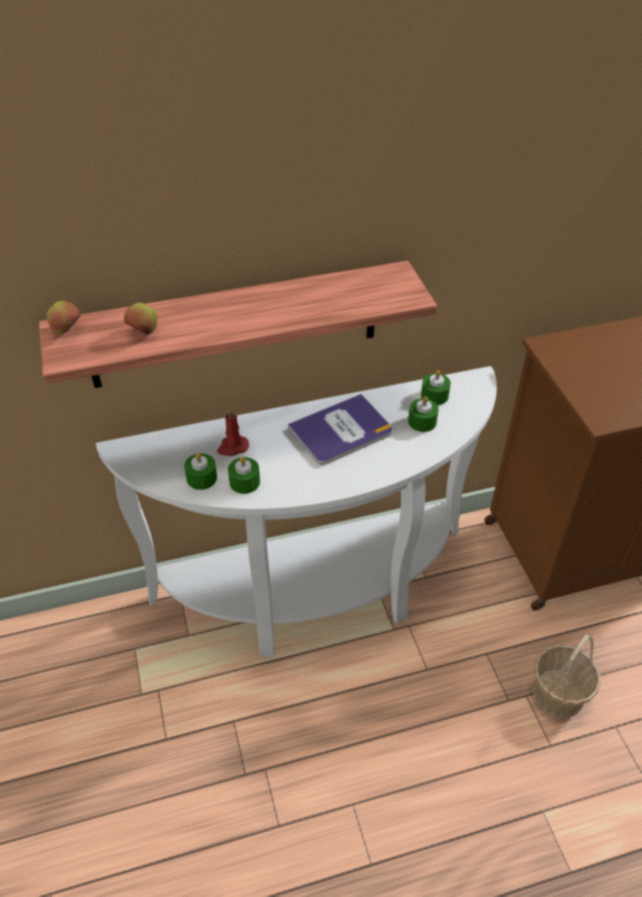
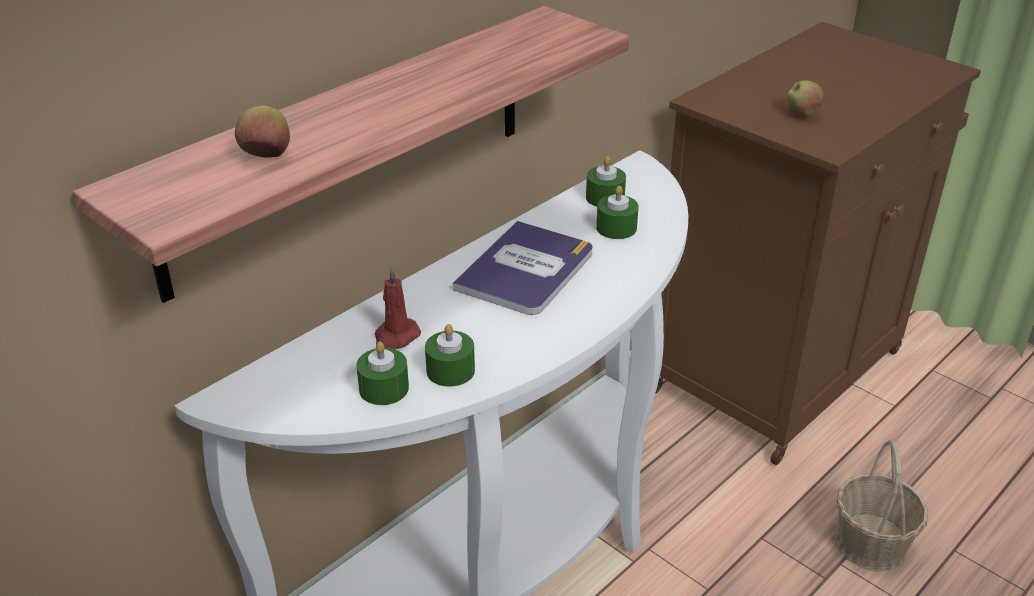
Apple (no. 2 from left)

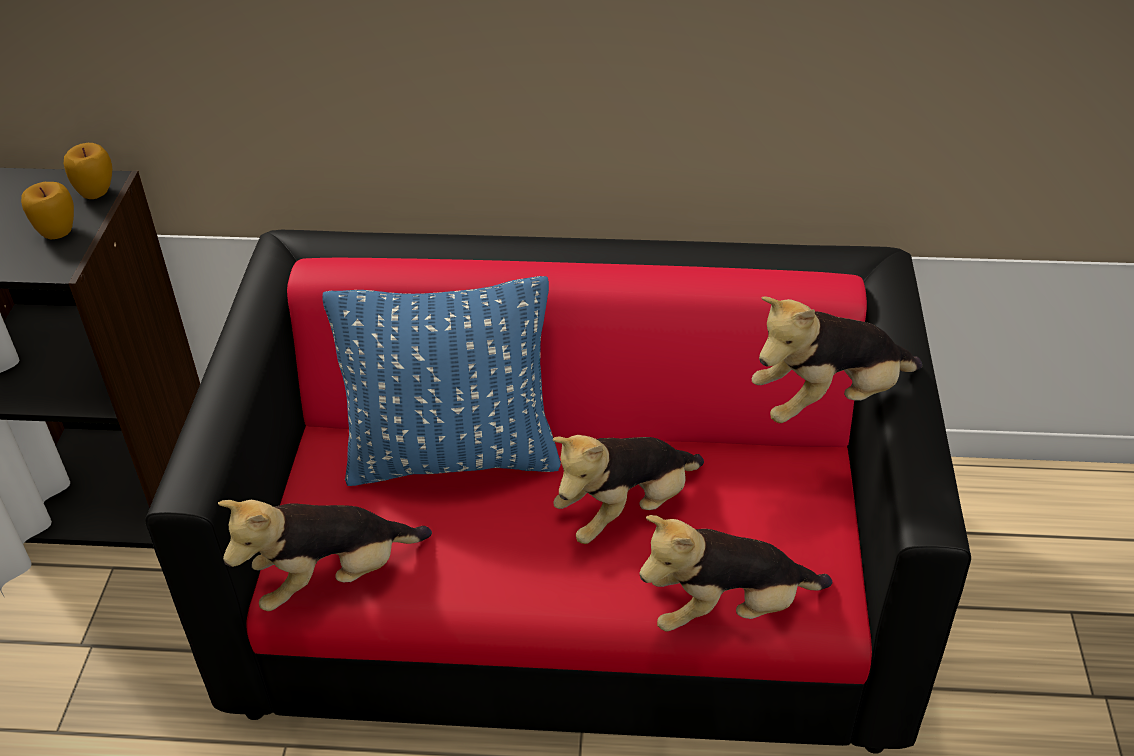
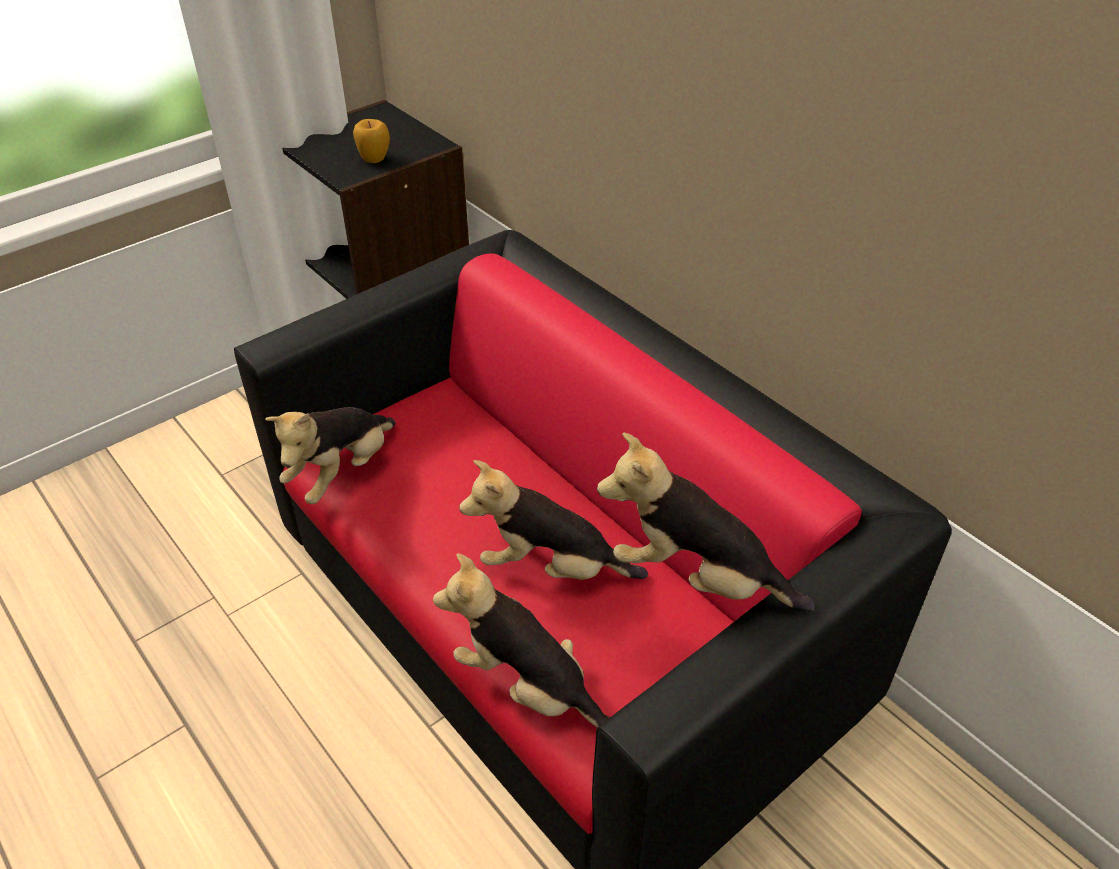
Apple (no. 2 from left in the first image)
BluishPillow
SoftToy (no. 1 from left)

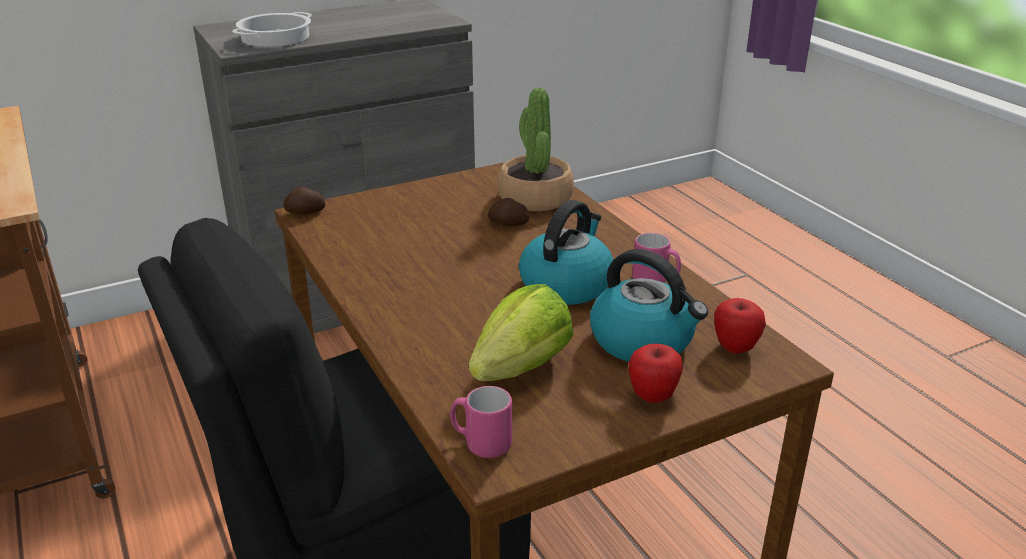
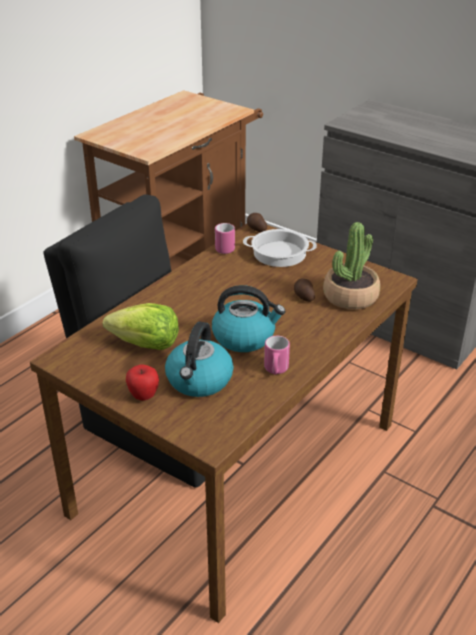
Apple (no. 2 from left in the first image)
Saucepot
PinkTeaMug (no. 1 from left)

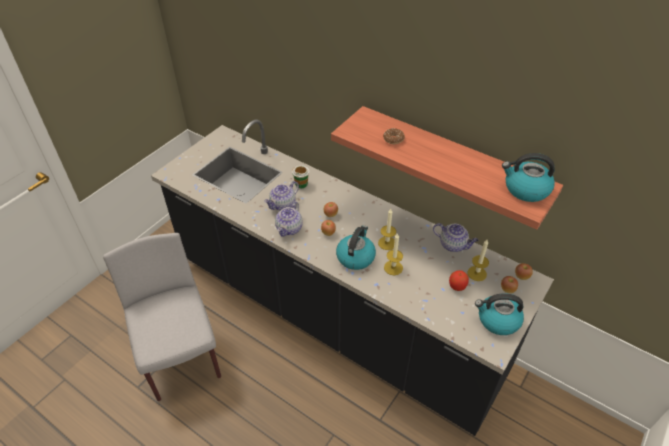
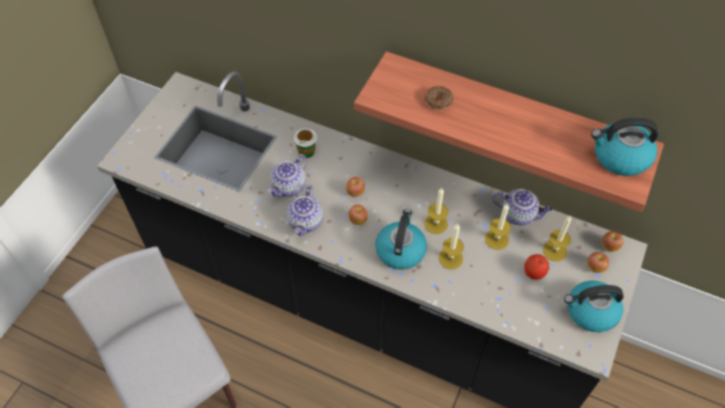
Candle (no. 3 from left)

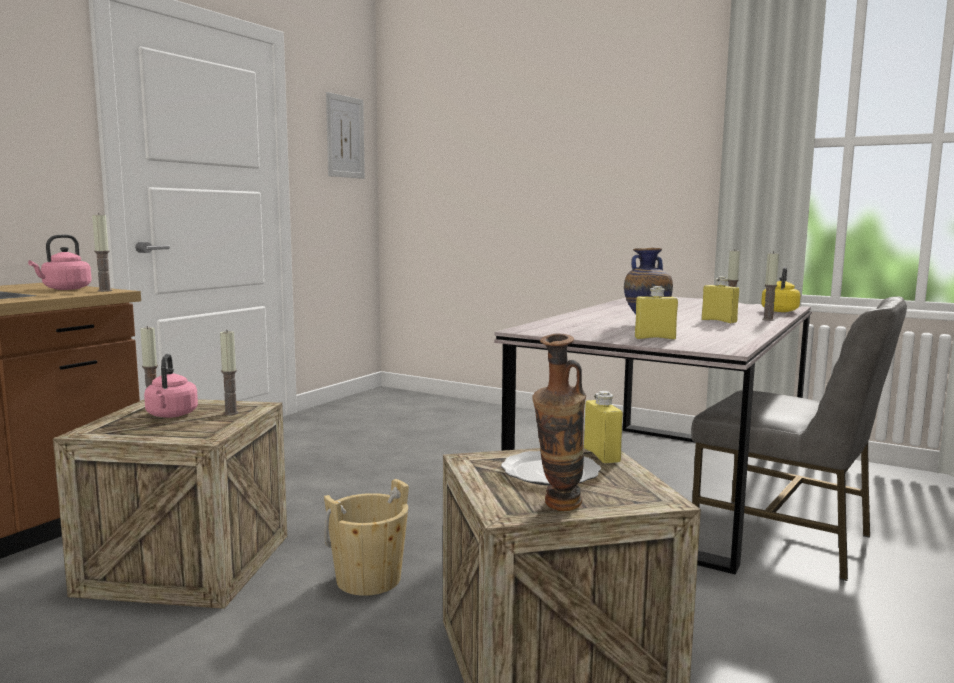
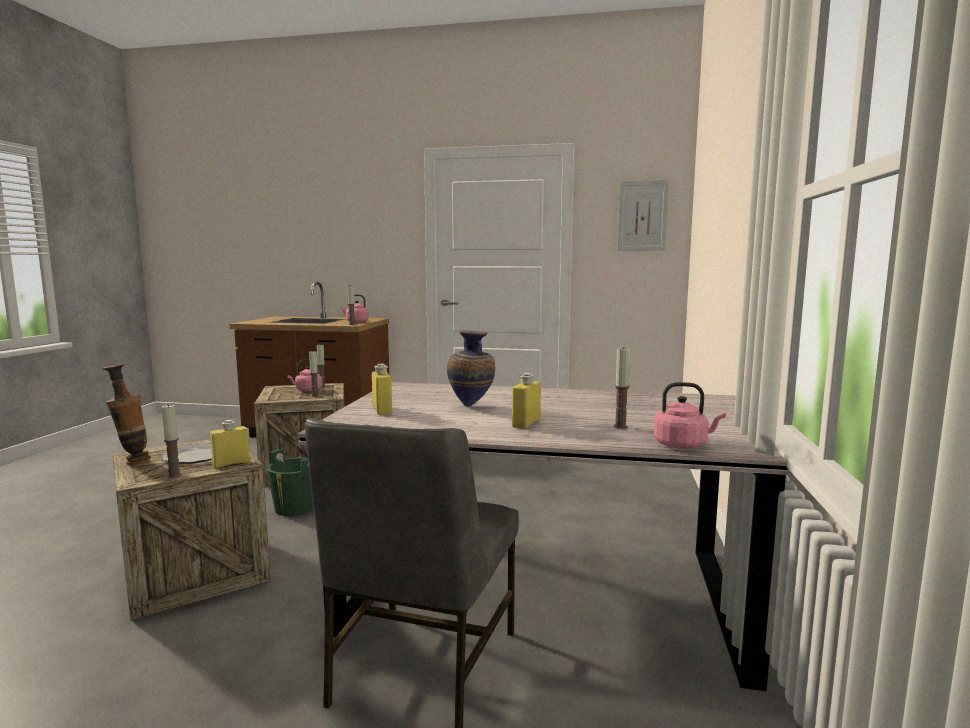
Candle (no. 1 from left)
GreenishWaterBucket
PinkWaterKettle (no. 3 from left)

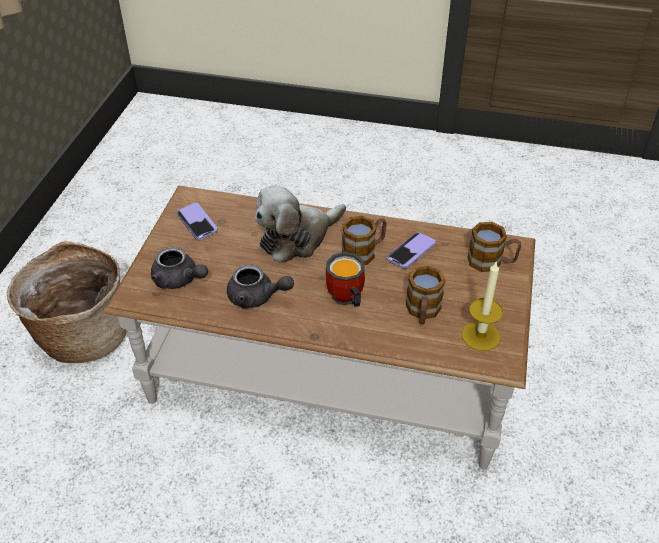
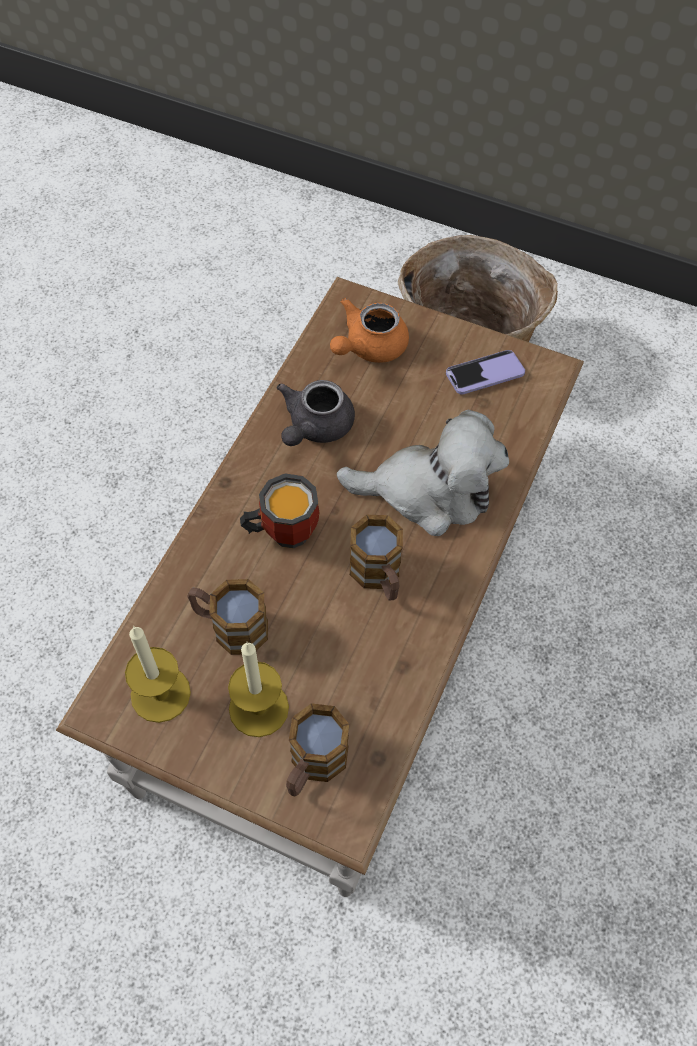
Handset (no. 2 from left in the first image)
Candle (no. 2 from left)
OrangeColouredPotForTea
SoftToy

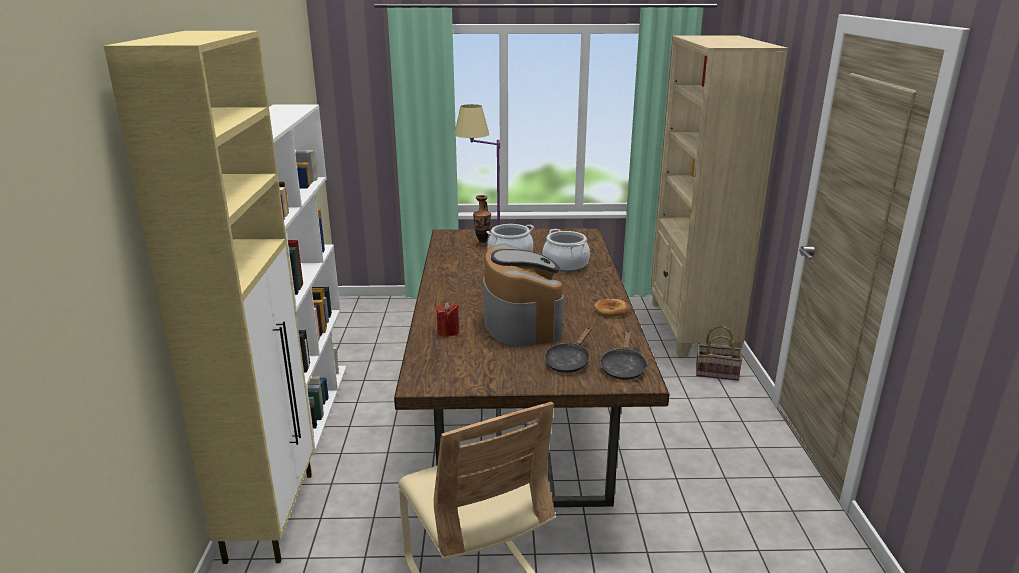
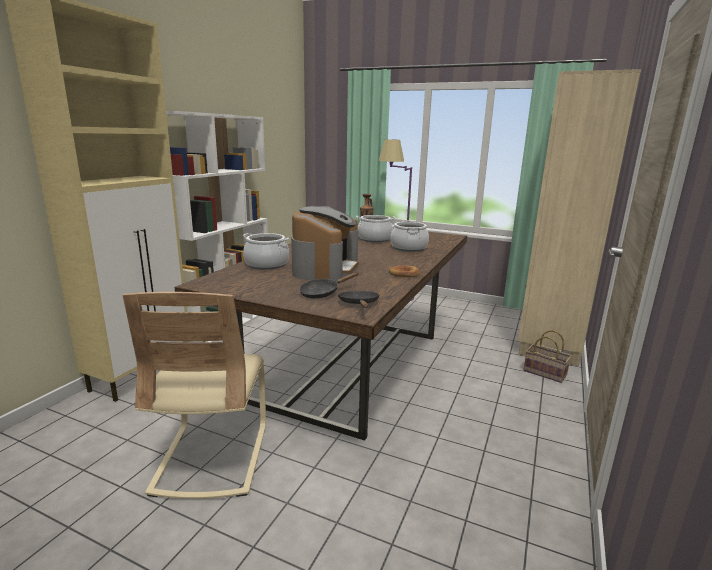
Saucepot (no. 1 from left)
BlackPan (no. 2 from left)

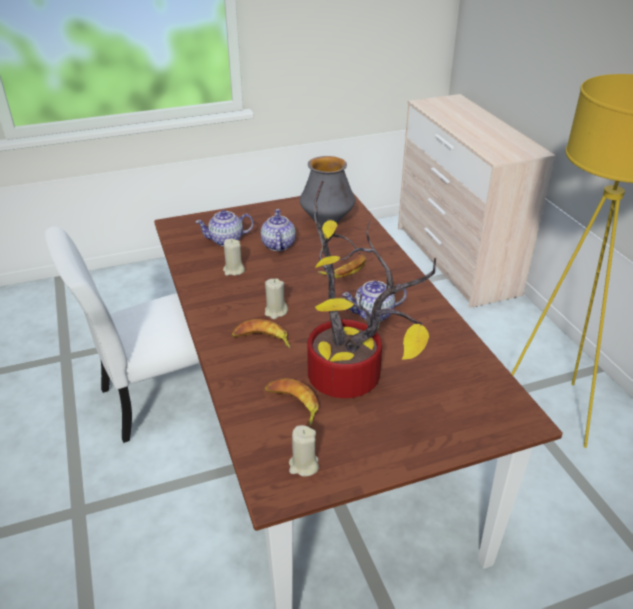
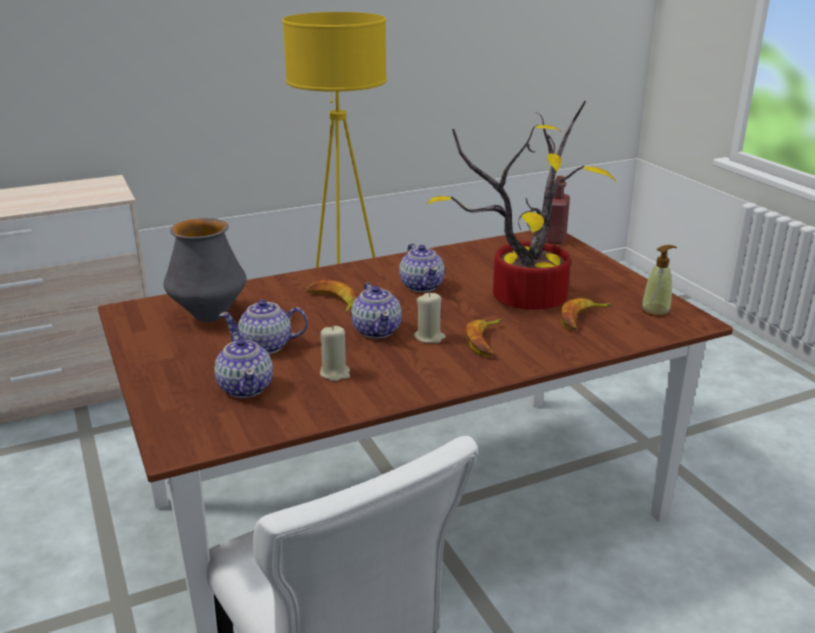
PotForTea (no. 3 from left)
ReddishDrinkBottle
SoapBottle

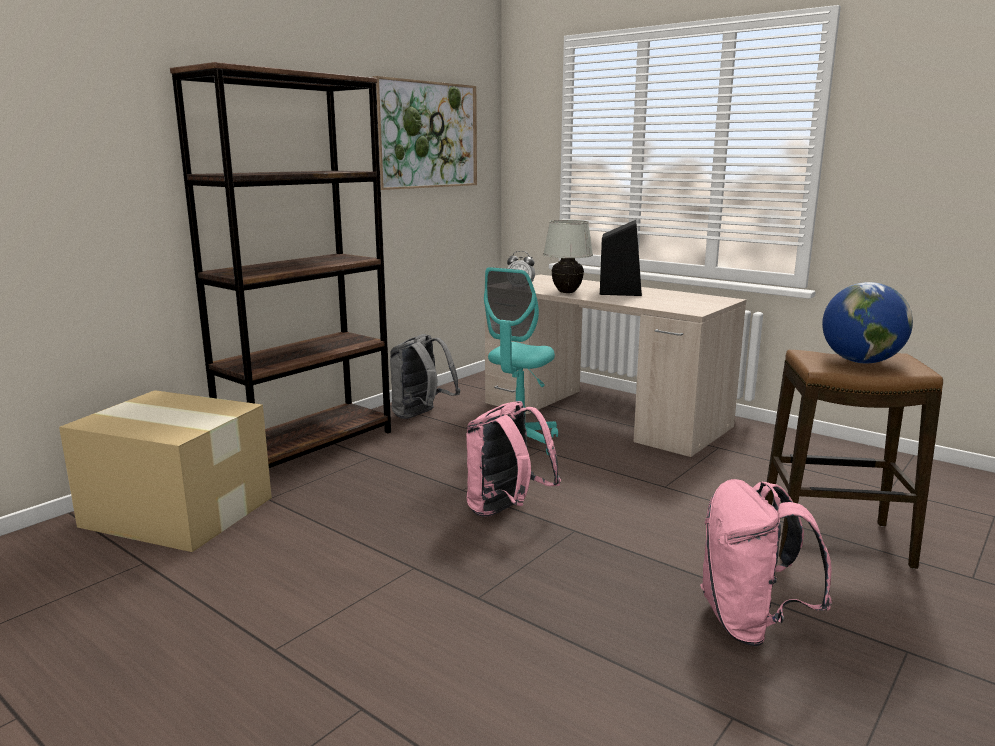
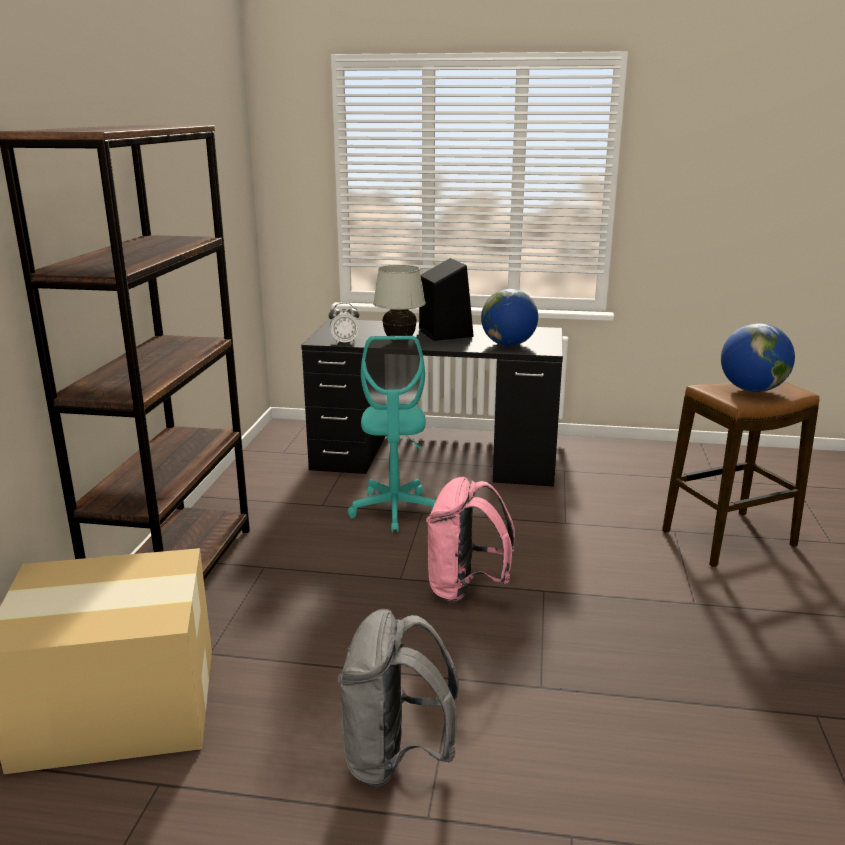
WallArt
PinkRucksack (no. 2 from left in the first image)
WorldGlobe (no. 1 from left)
GreyishRucksack
BlackDeskTable

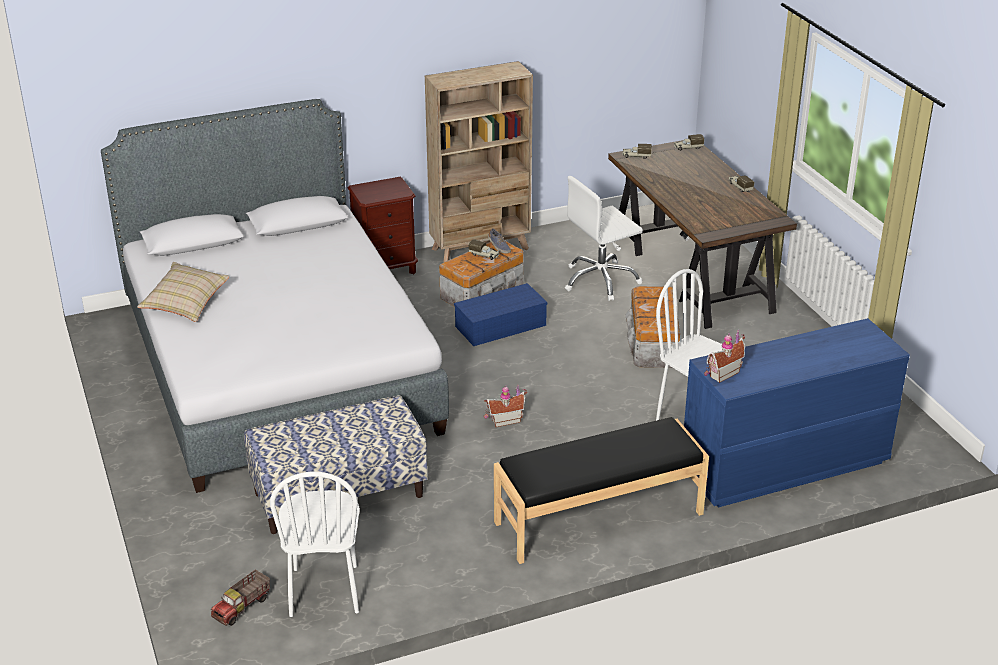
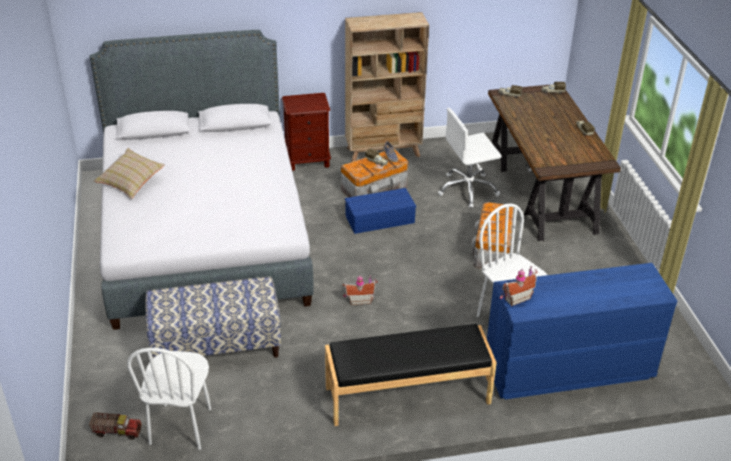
ToyTruck (no. 1 from left)

